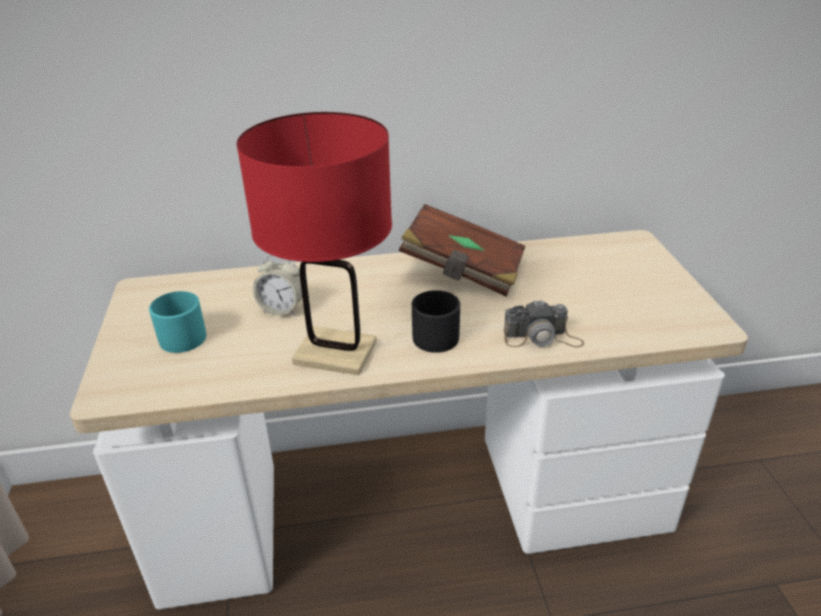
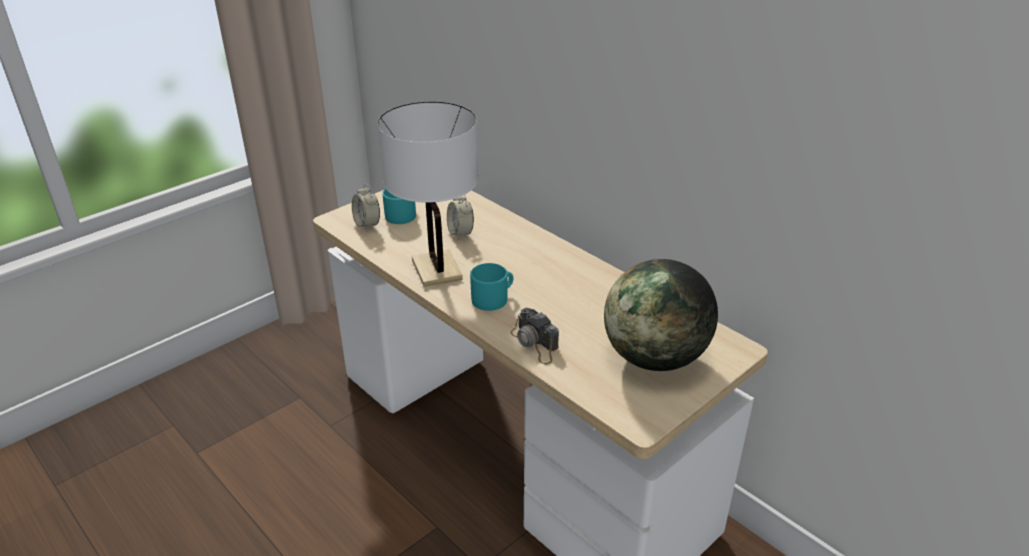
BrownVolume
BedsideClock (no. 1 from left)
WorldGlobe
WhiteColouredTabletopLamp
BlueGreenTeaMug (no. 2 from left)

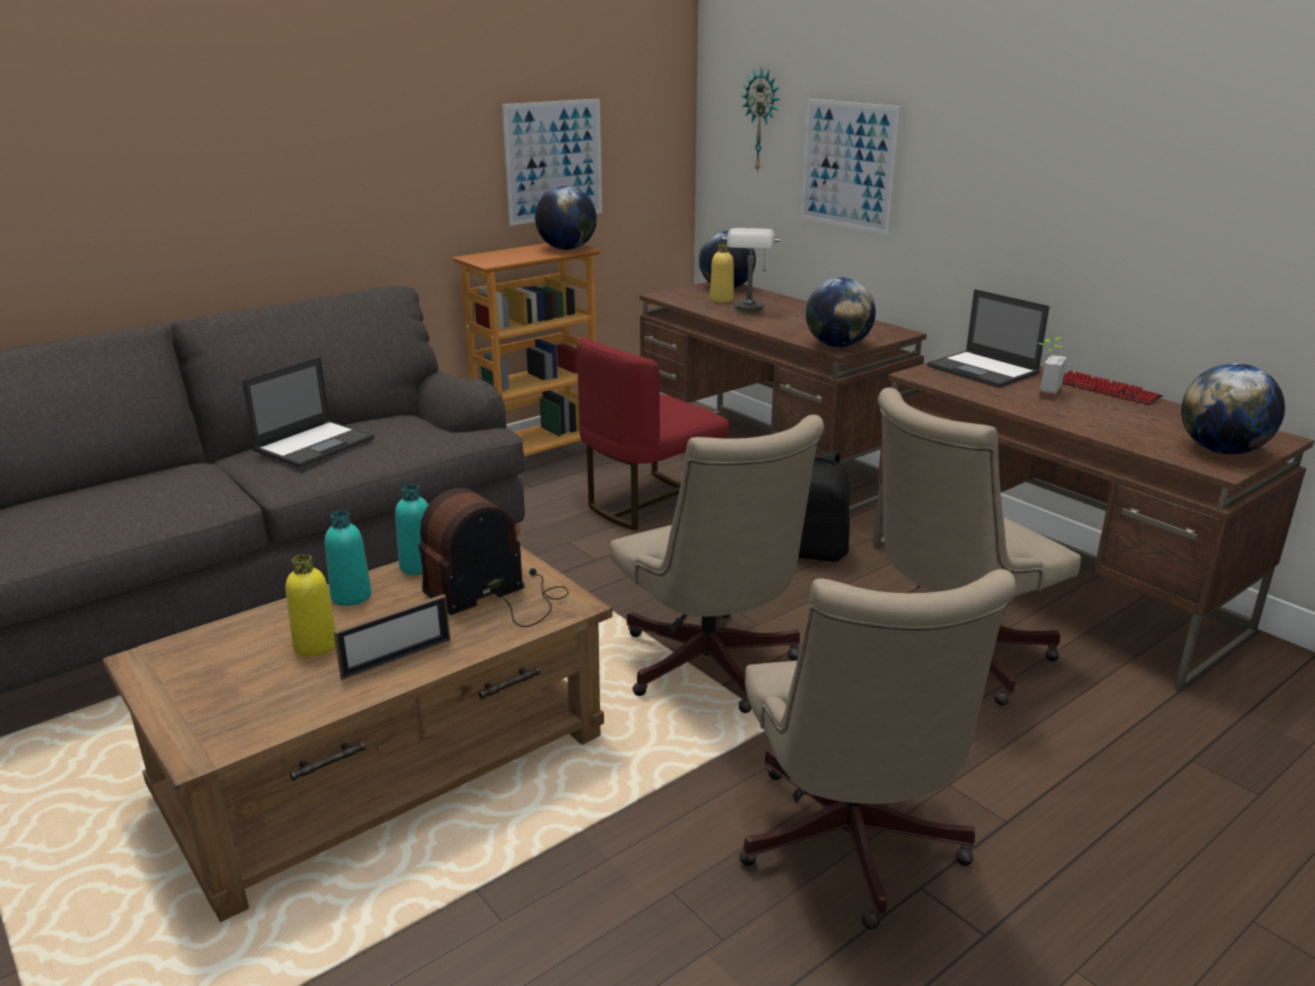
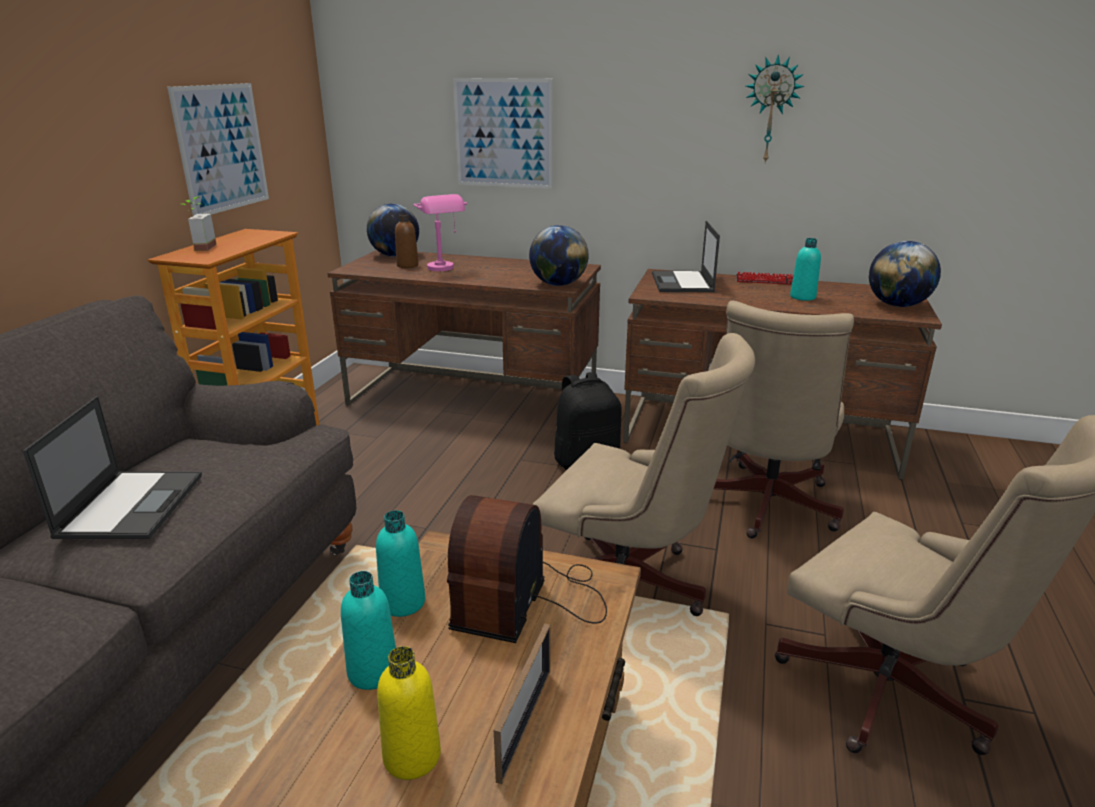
WorldGlobe (no. 1 from left in the first image)
ReddishUprightChair
BlueGreenDrinkBottle (no. 3 from left)
WallClock
Houseplant
BrownDrinkBottle
PinkTabletopLamp
PortableComputer (no. 2 from left)

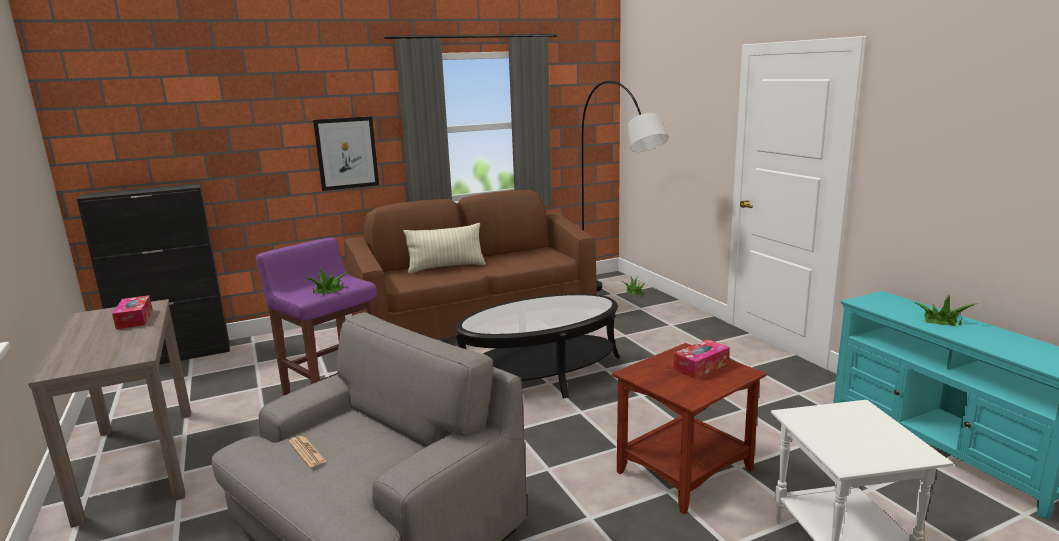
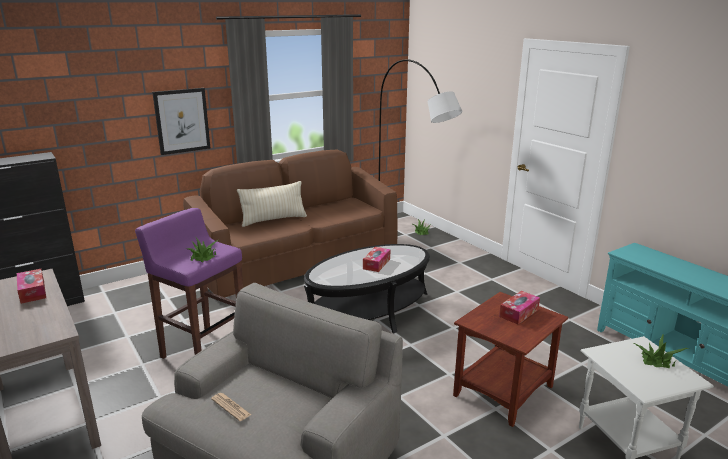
BoxOfTissues (no. 2 from left)
Houseplant (no. 3 from left)

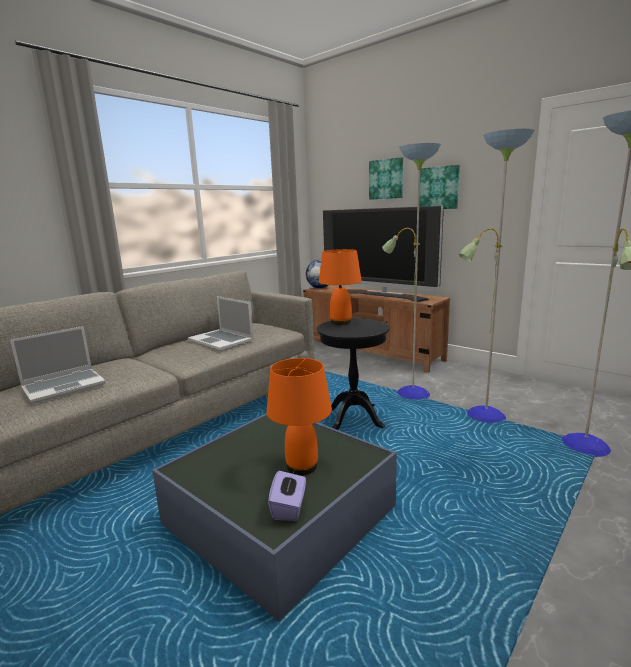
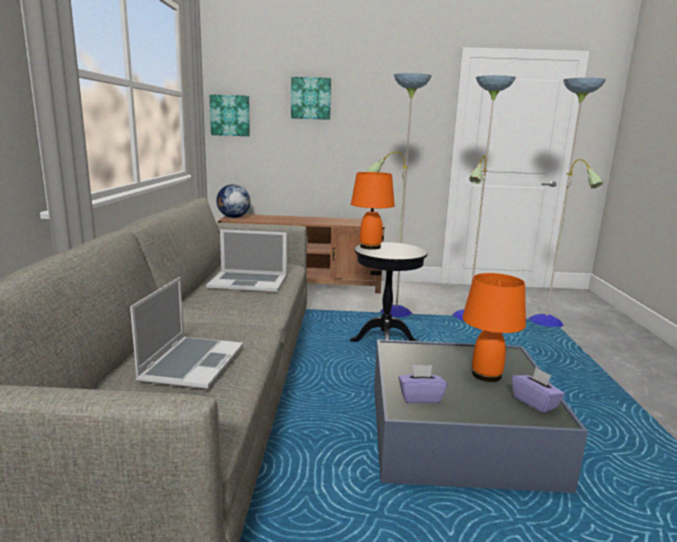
TvSet
PurpleColouredBoxOfTissues (no. 1 from left)
WallArt (no. 1 from left)

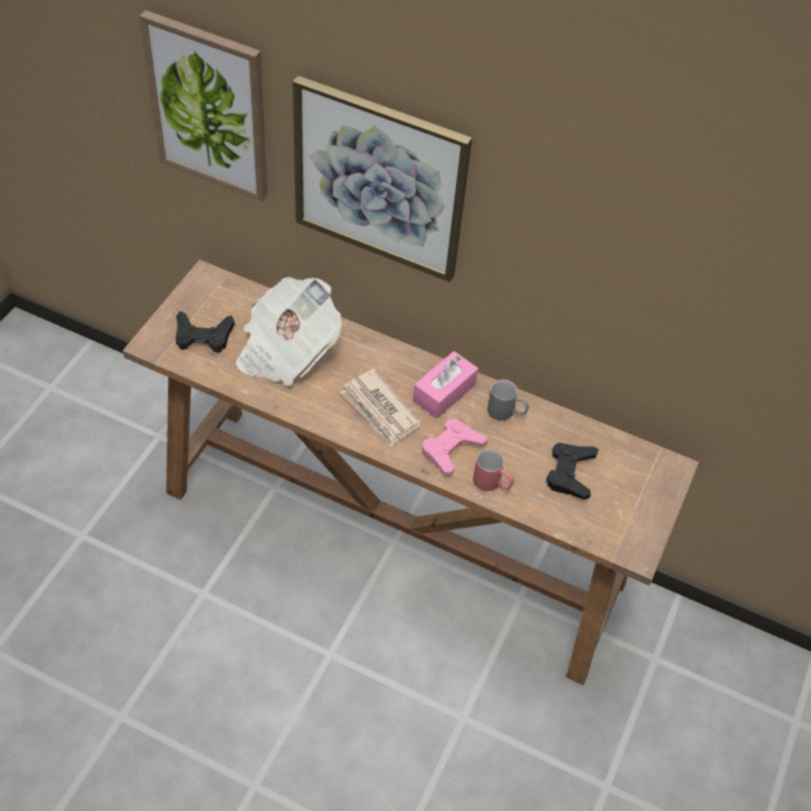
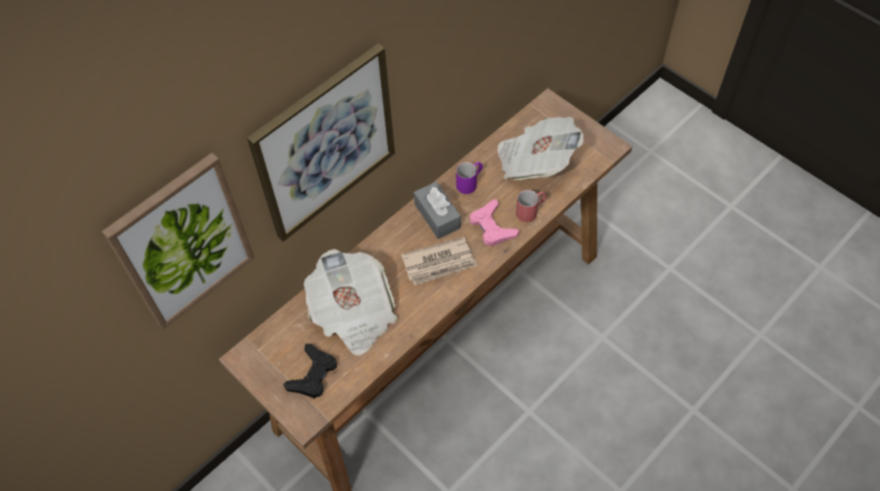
DailyPaper (no. 3 from left)
GreyishBoxOfTissues
PurpleColouredTeaMug

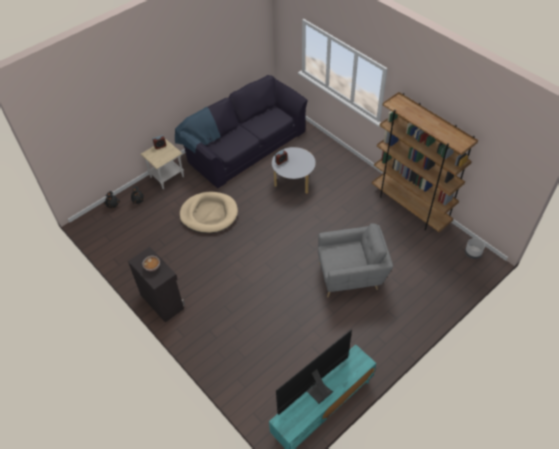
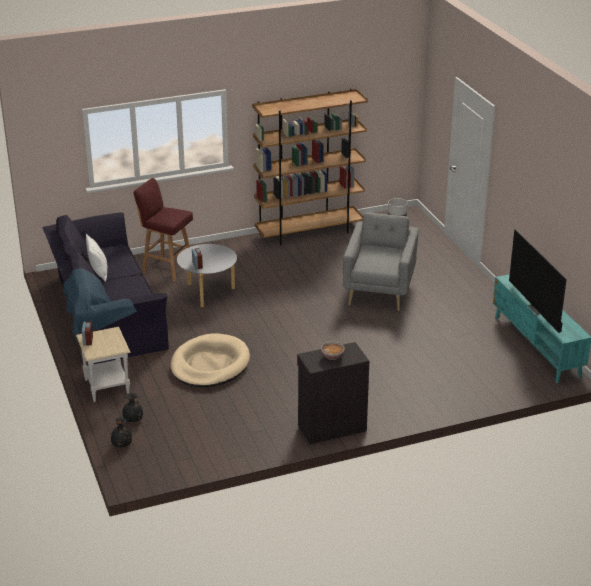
WhiteColouredPillow
ReddishStool

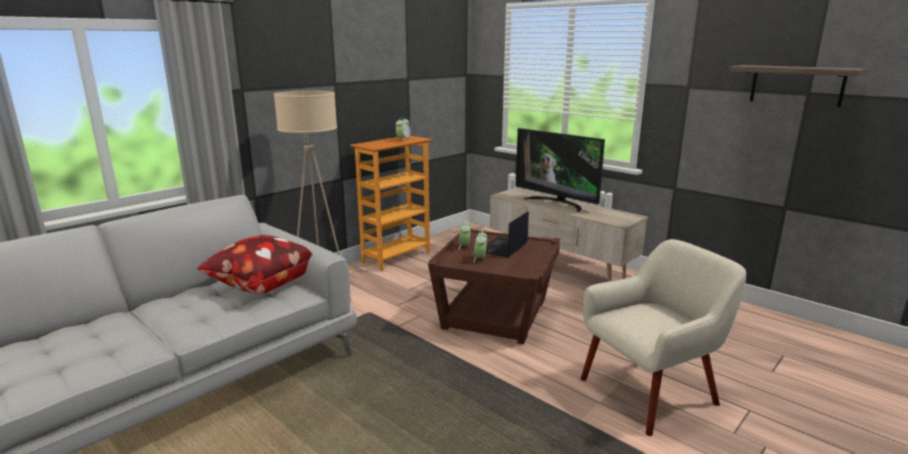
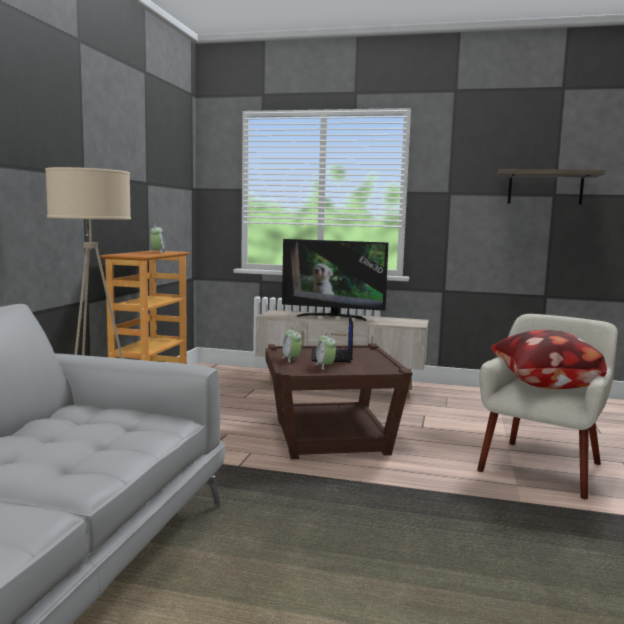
Pillow

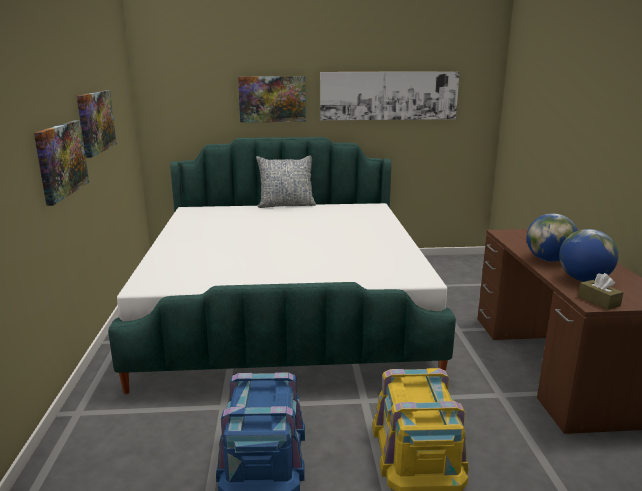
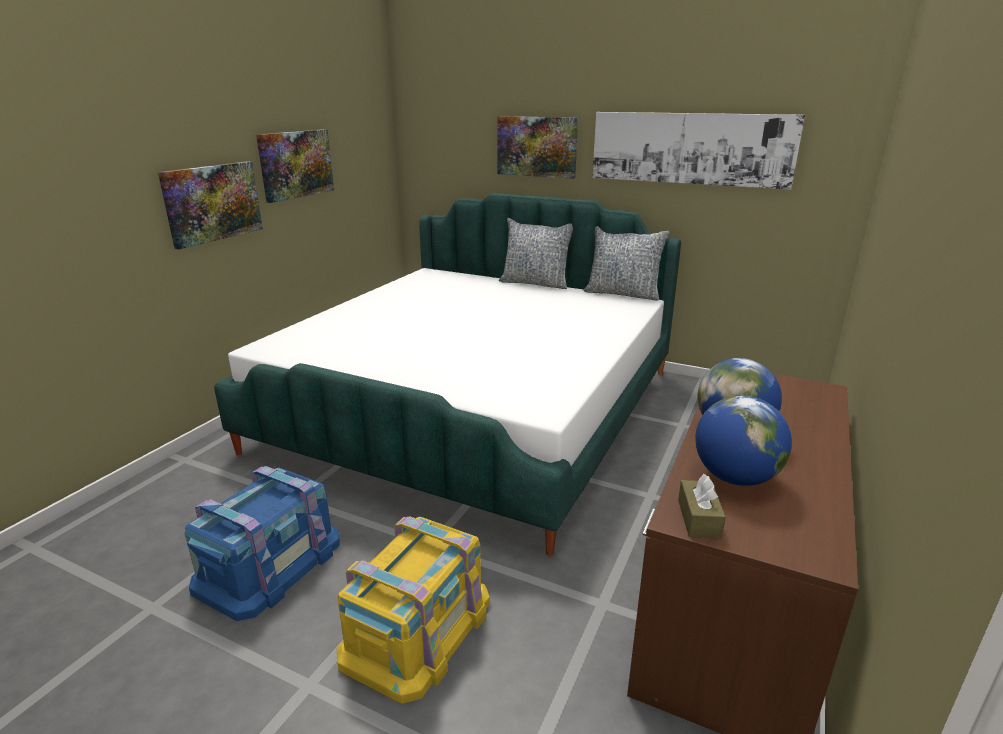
Pillow (no. 2 from left)

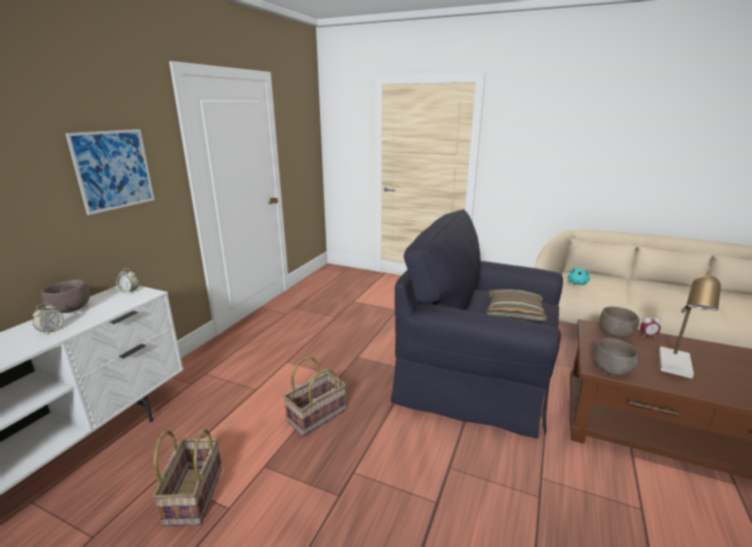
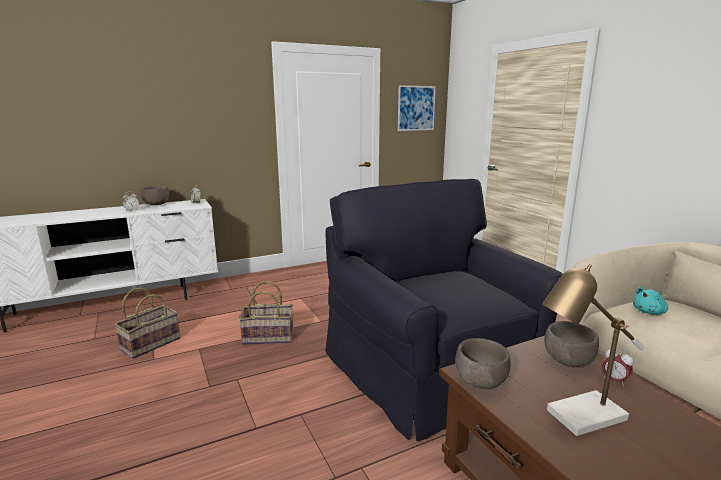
Pillow
WallArt

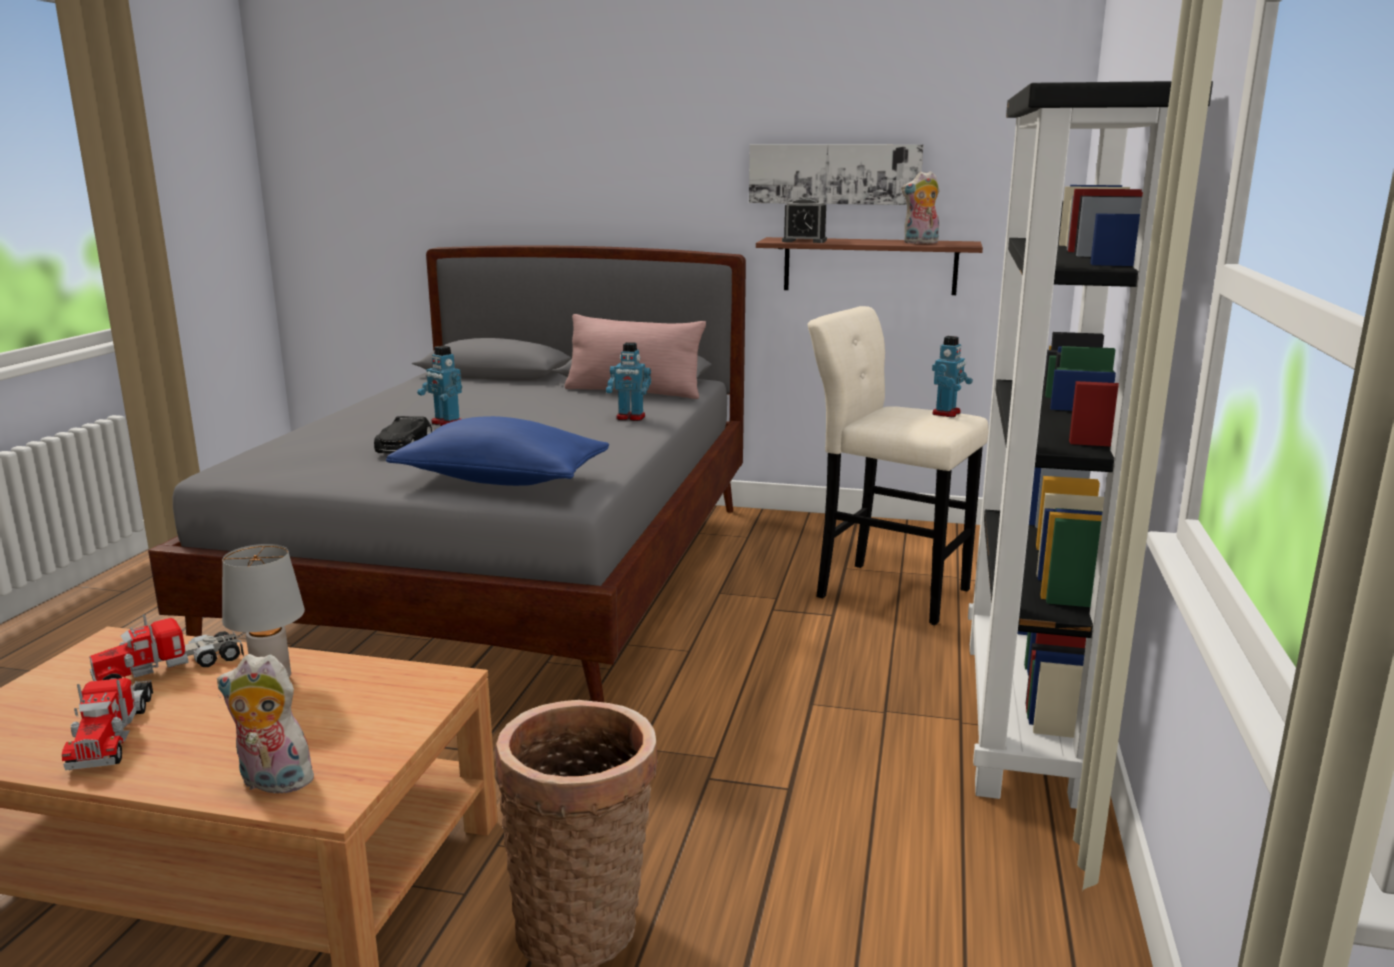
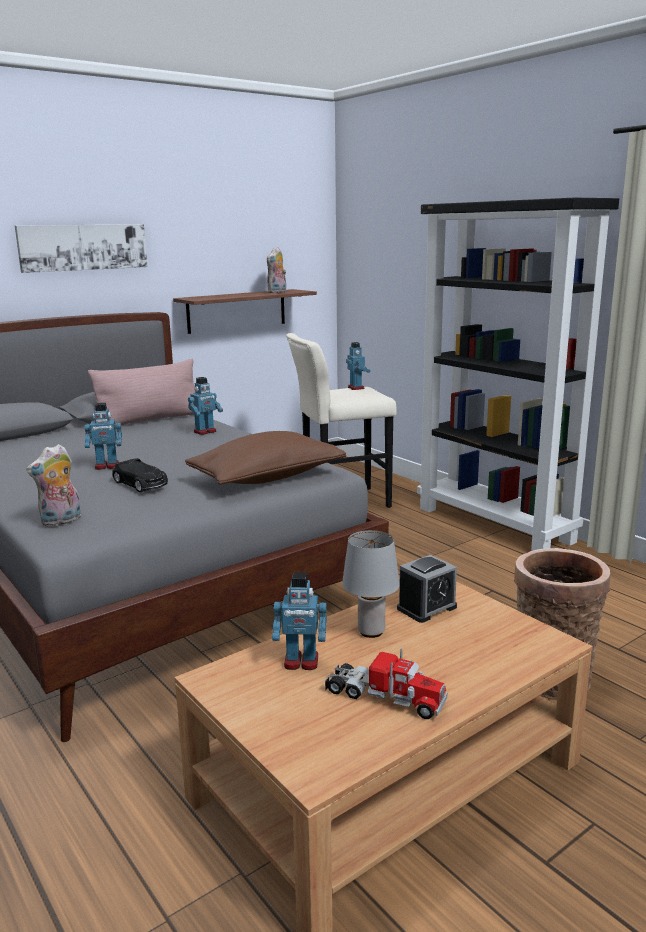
SoftToy (no. 1 from left)
WallArt
BedsideClock
RobotFigure (no. 3 from left)
BrownPillow

